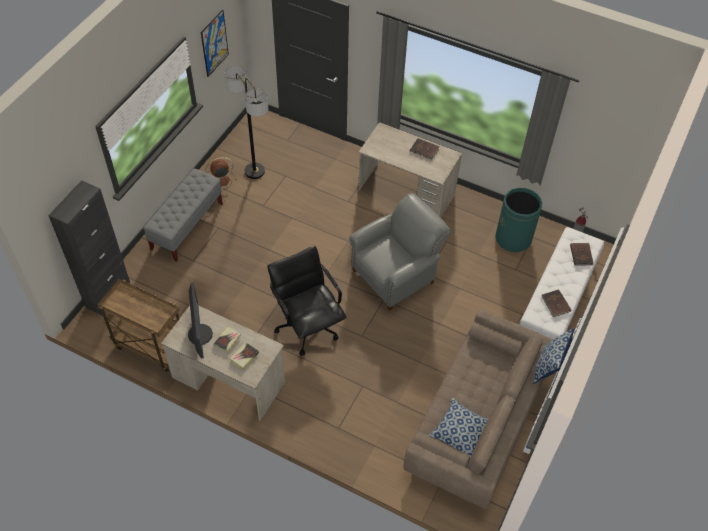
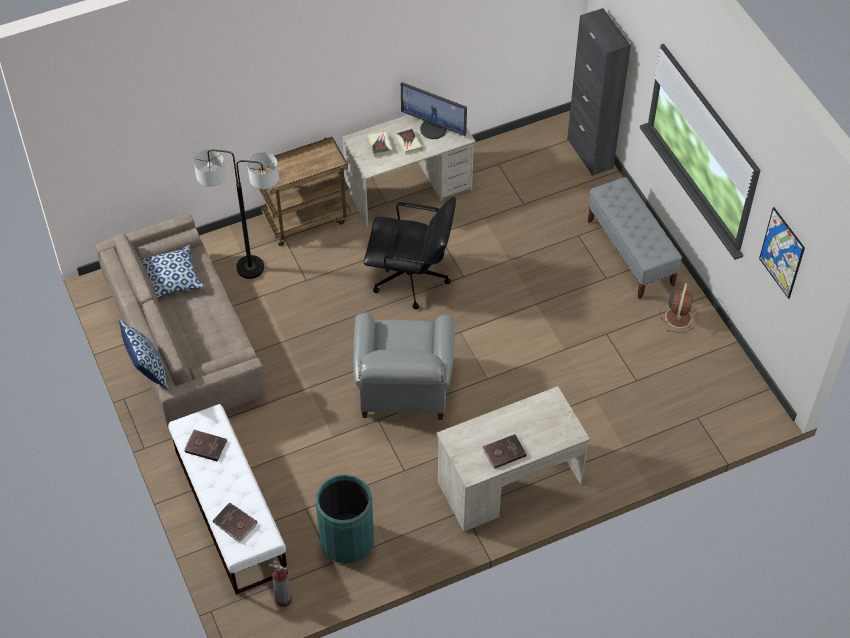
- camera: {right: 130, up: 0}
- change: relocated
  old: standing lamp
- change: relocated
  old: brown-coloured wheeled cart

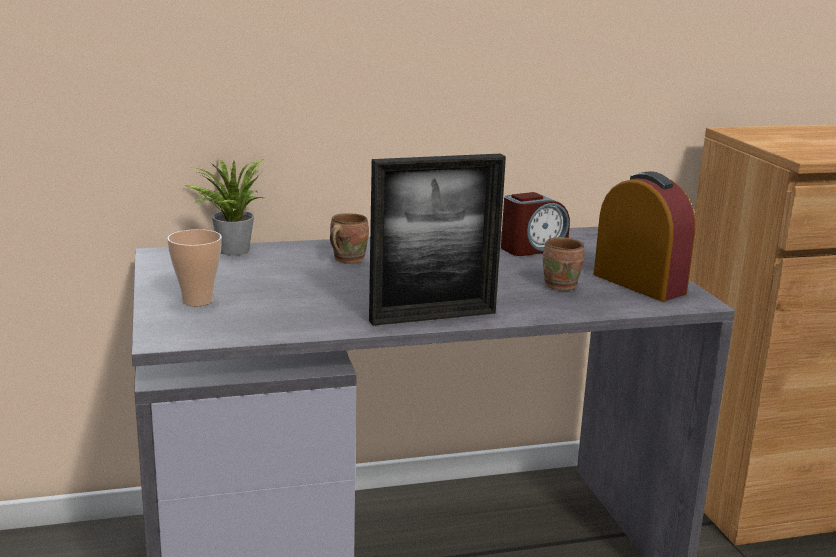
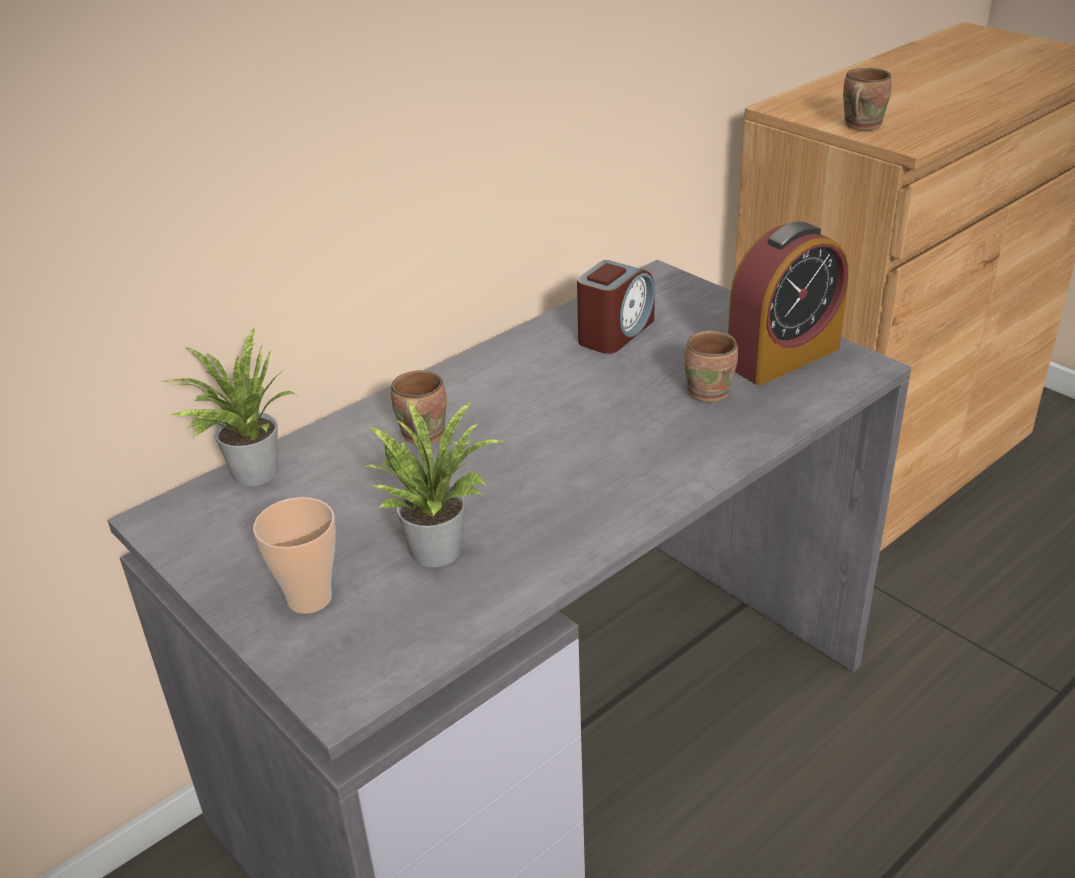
- camera: {right: -25, up: 15}
- change: appeared
  new: houseplant (no. 2 from left)
- change: spun
  old: table clock (no. 2 from left)
  degrees: 120
- change: appeared
  new: brown-coloured tea mug (no. 3 from left)
- change: missing
  old: photo frame

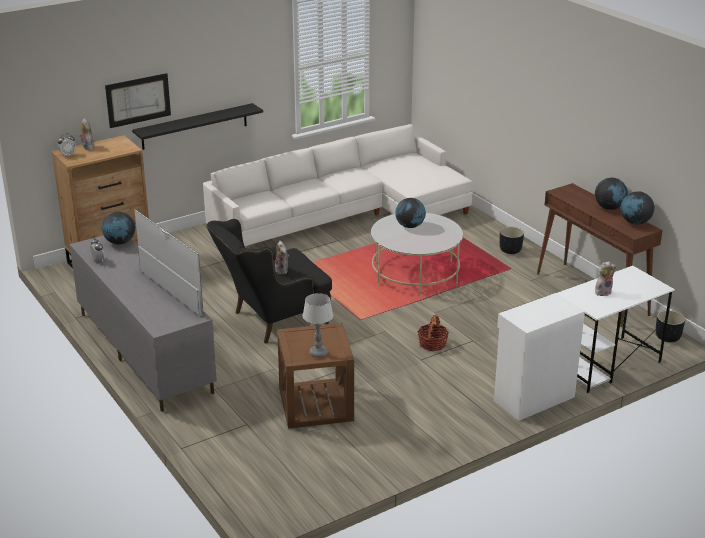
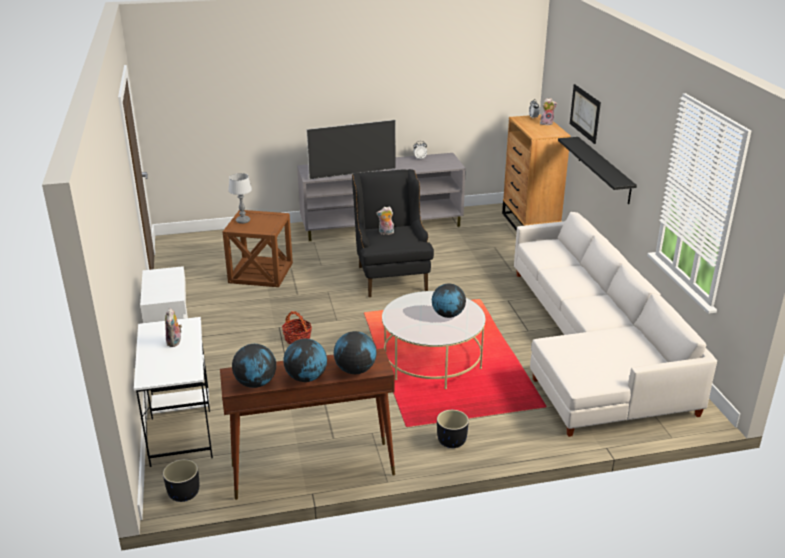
- camera: {right: 110, up: 0}
- change: relocated
  old: world globe (no. 1 from left in the first image)
  new: world globe (no. 3 from left)

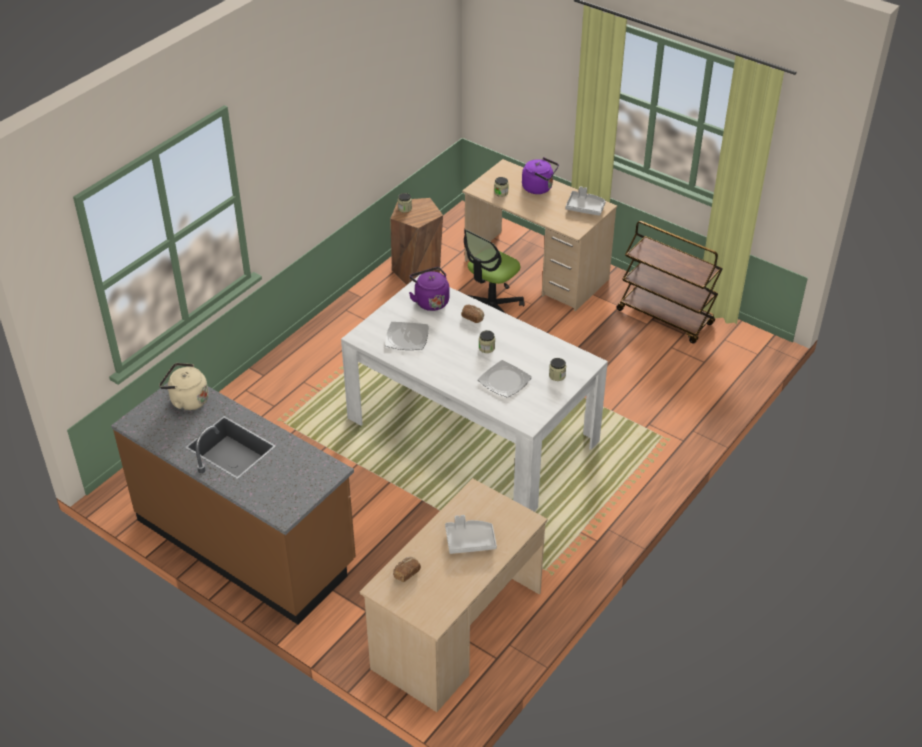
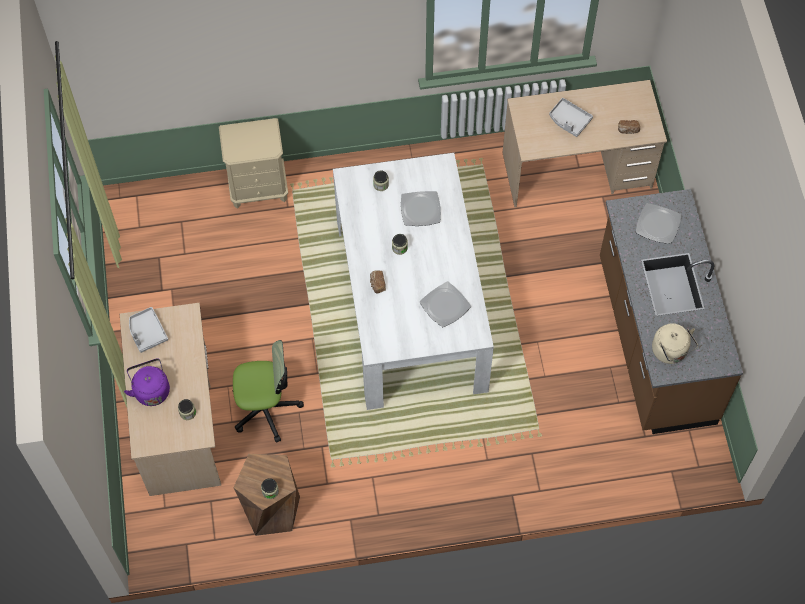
- camera: {right: -135, up: 20}
- change: appeared
  new: beige bedside table
- change: appeared
  new: flat dish (no. 3 from left)
- change: missing
  old: purplish kettle (no. 1 from left)
- change: missing
  old: brown-coloured wheeled cart

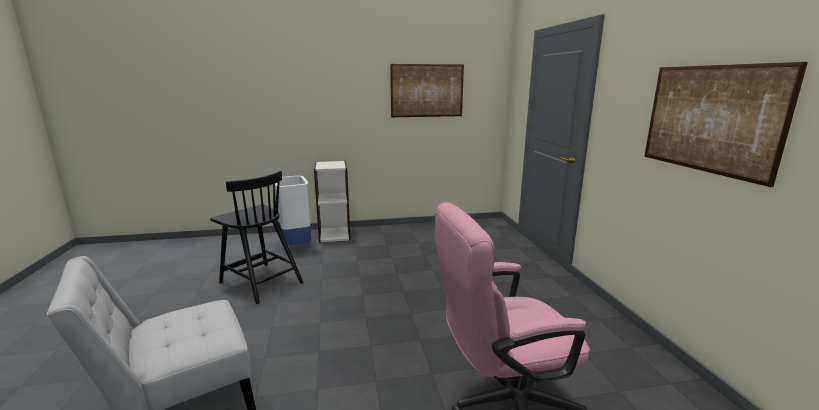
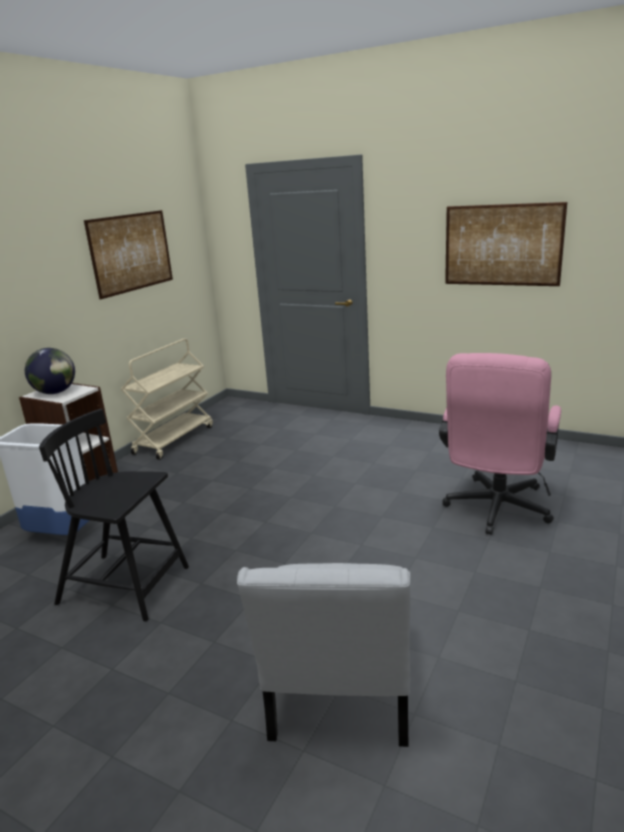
- camera: {right: -50, up: 5}
- change: appeared
  new: world globe
- change: spun
  old: black-coloured upright chair
  degrees: -150
- change: appeared
  new: beige wheeled cart

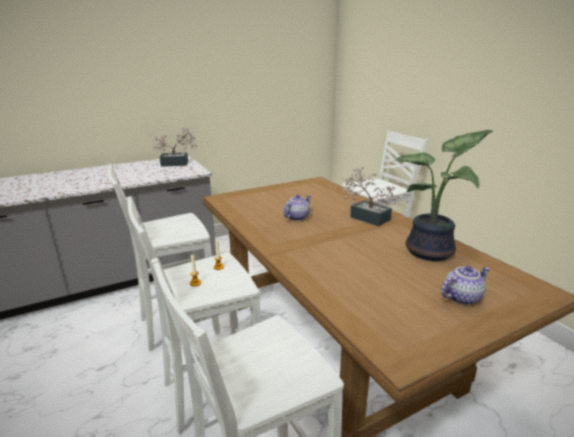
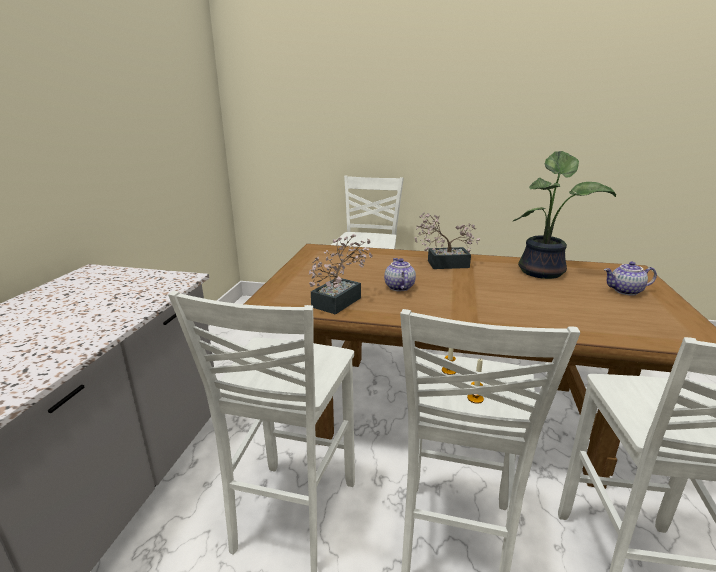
- camera: {right: -50, up: 0}
- change: relocated
  old: houseplant (no. 1 from left)
- change: spun
  old: tea pot (no. 2 from left)
  degrees: -105

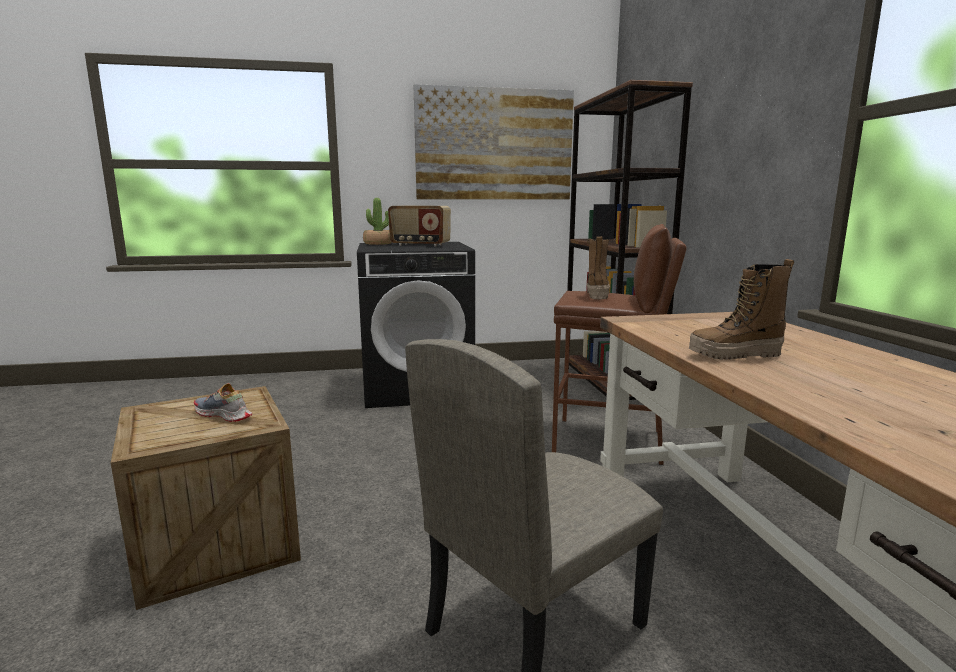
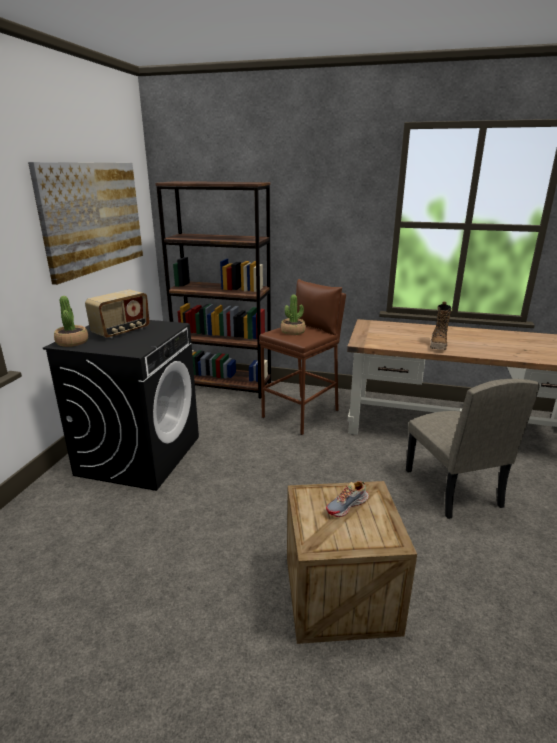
- camera: {right: -65, up: 10}
- change: exchanged
  old: high-top boot (no. 1 from left)
  new: houseplant (no. 2 from left)

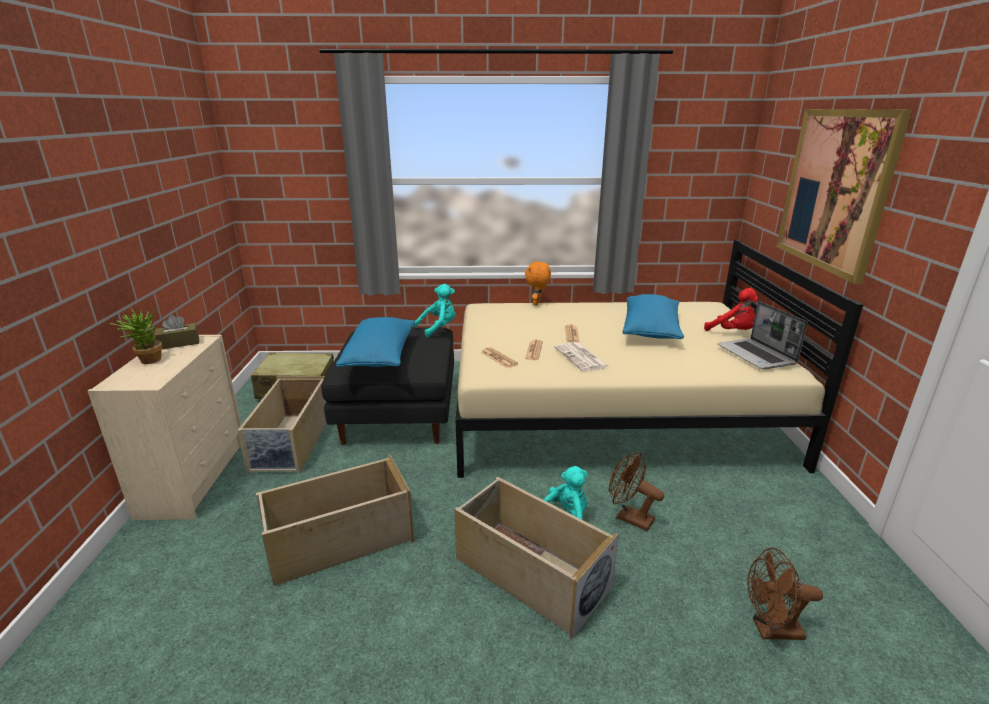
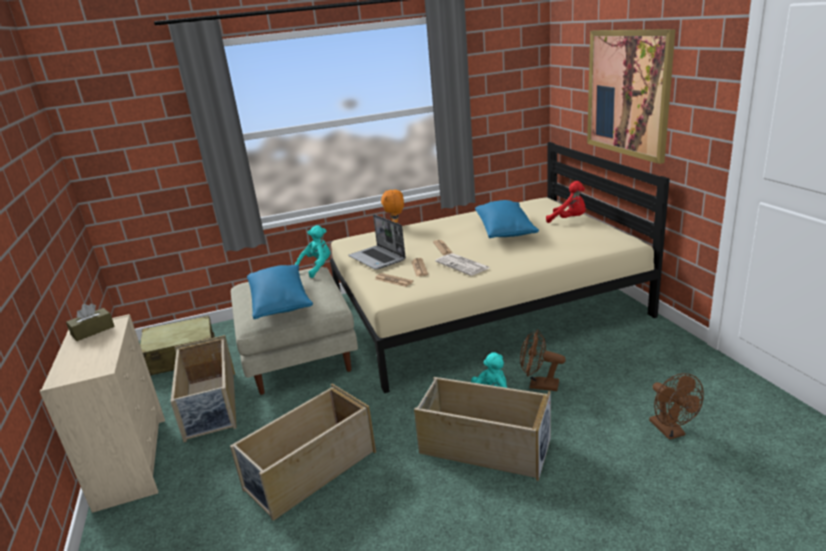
- camera: {right: -15, up: 0}
- change: colour
  old: black-coloured pouffe
  new: beige pouffe
- change: relocated
  old: laptop
- change: spun
  old: brown-coloured electric fan (no. 2 from left)
  degrees: -90
- change: missing
  old: houseplant

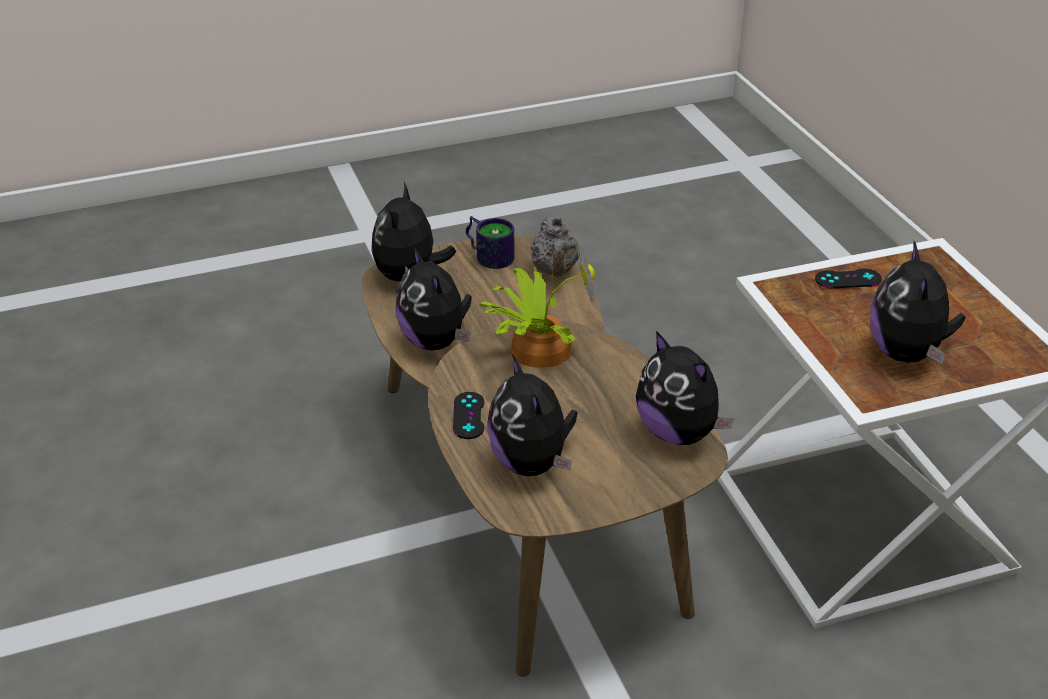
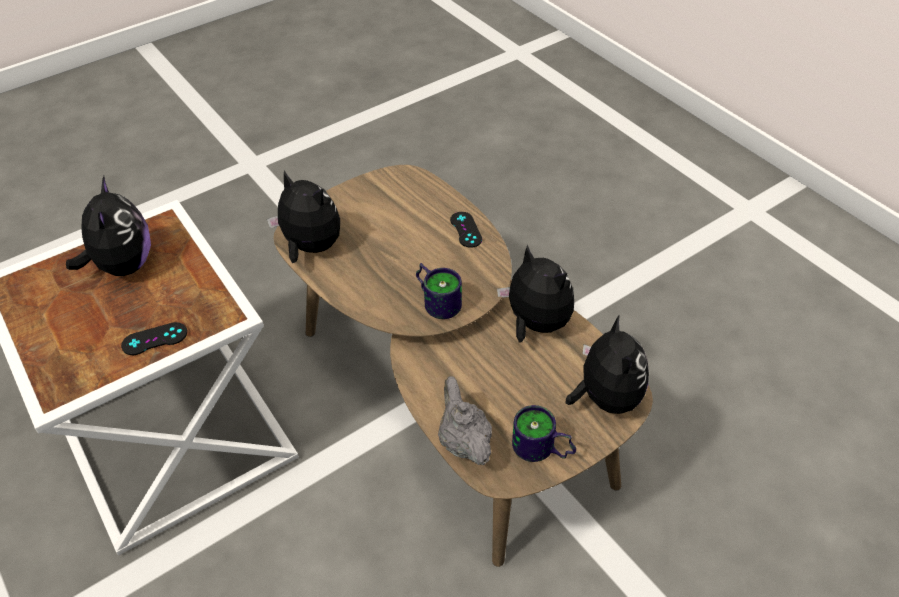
- camera: {right: 165, up: 10}
- change: exchanged
  old: houseplant
  new: tea mug (no. 1 from left)
- change: missing
  old: cuddly toy (no. 3 from left)

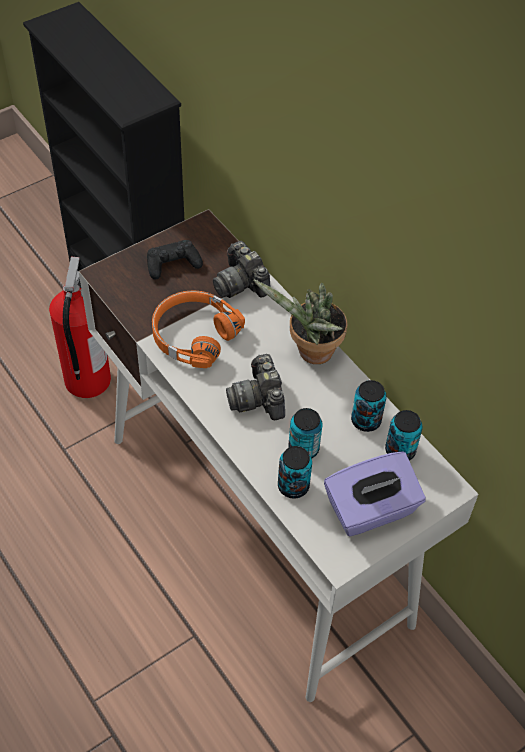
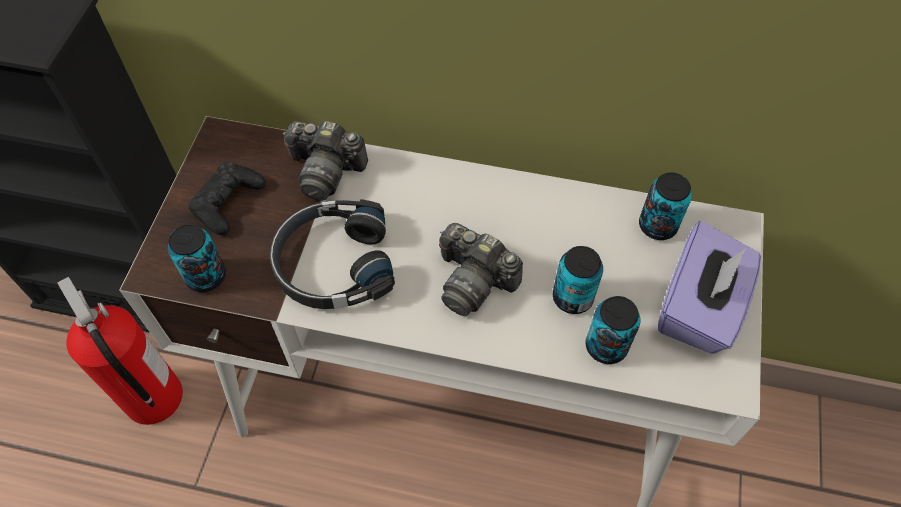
- camera: {right: -40, up: 5}
- change: relocated
  old: metal can (no. 3 from left in the first image)
  new: metal can (no. 1 from left)
- change: colour
  old: orangey headphones
  new: black-coloured headphones
- change: missing
  old: houseplant

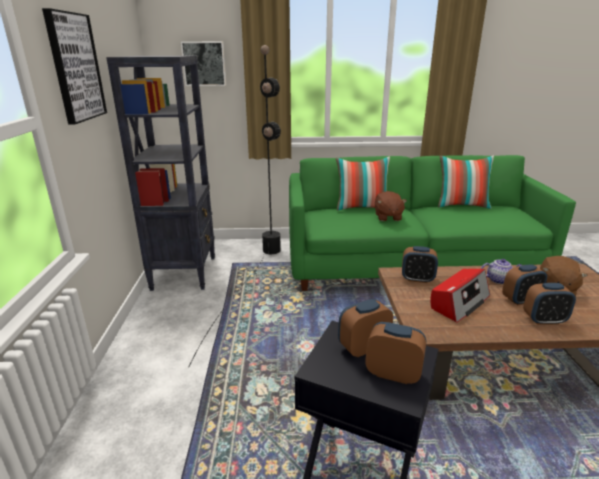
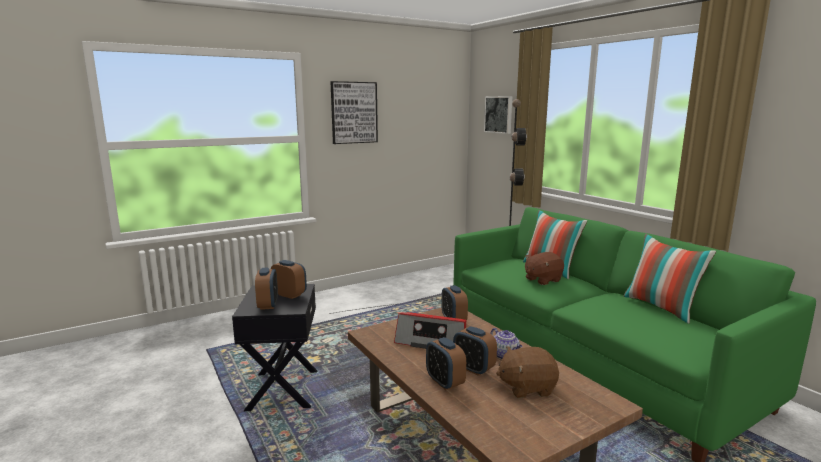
- camera: {right: 60, up: -10}
- change: missing
  old: black-coloured bookshelf

